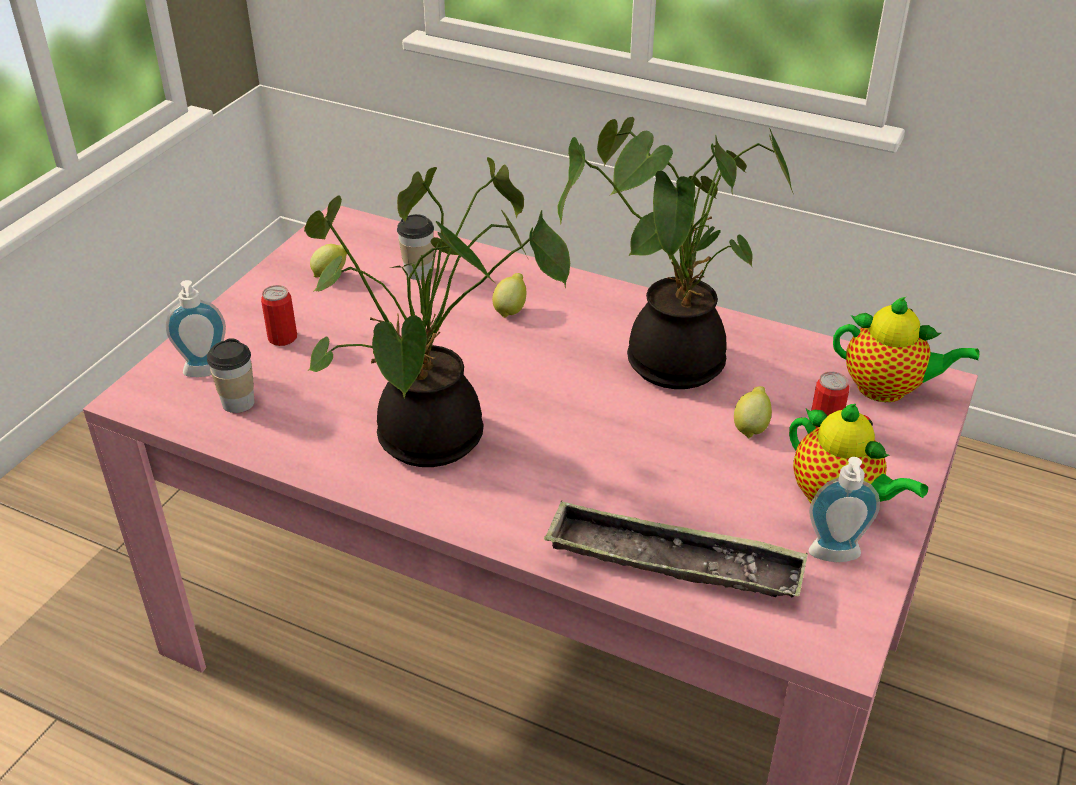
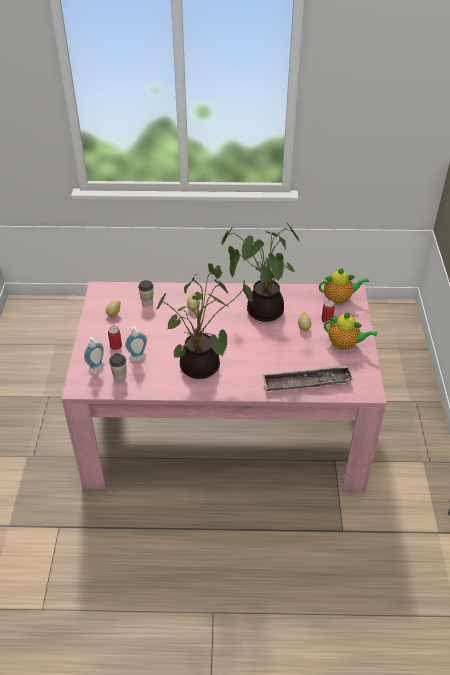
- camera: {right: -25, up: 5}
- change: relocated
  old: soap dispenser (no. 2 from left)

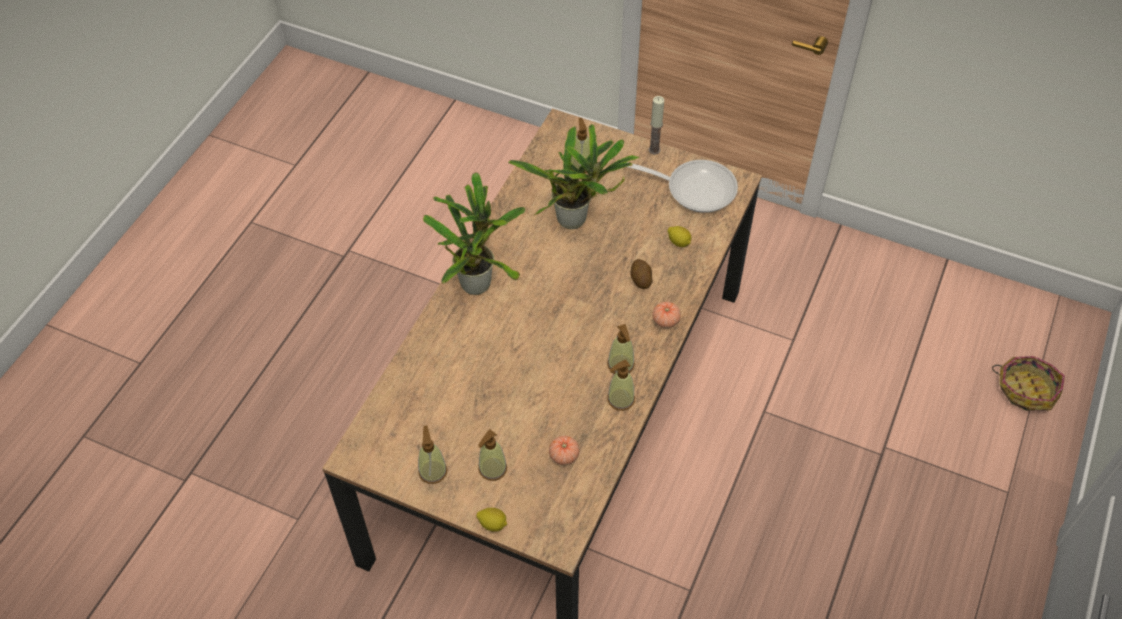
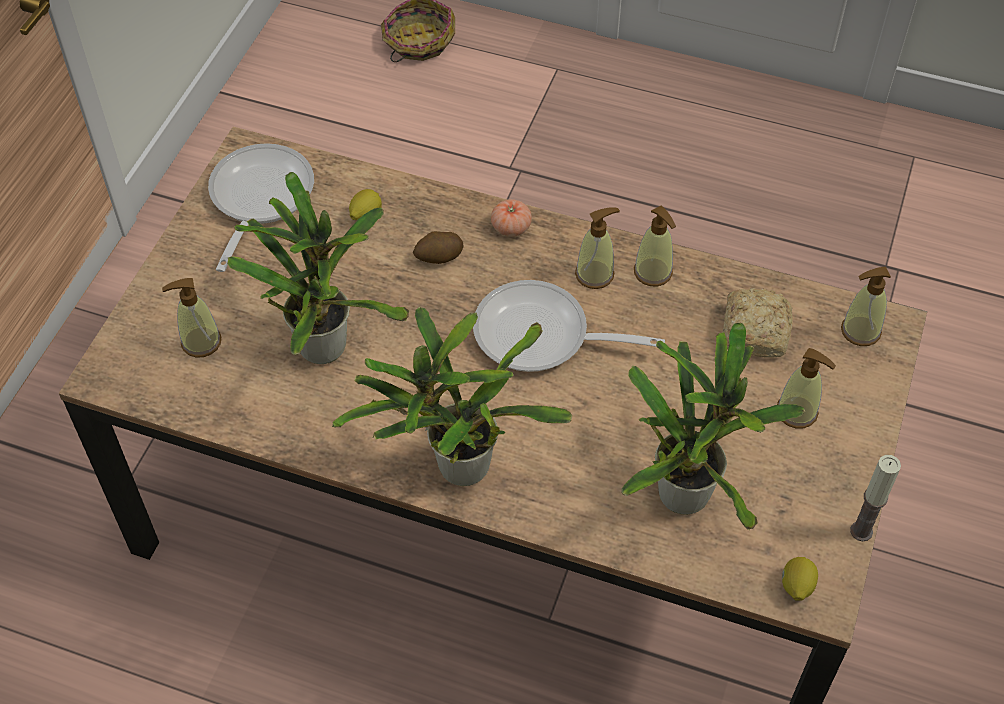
- camera: {right: -95, up: 0}
- change: appeared
  new: frying pan (no. 2 from left)
- change: appeared
  new: houseplant (no. 3 from left)
- change: exchanged
  old: tomato (no. 1 from left)
  new: baked bread
- change: relocated
  old: whole lemon (no. 1 from left in the first image)
  new: whole lemon (no. 2 from left)
- change: relocated
  old: soap dispenser (no. 1 from left in the first image)
  new: soap dispenser (no. 5 from left)
- change: relocated
  old: candle

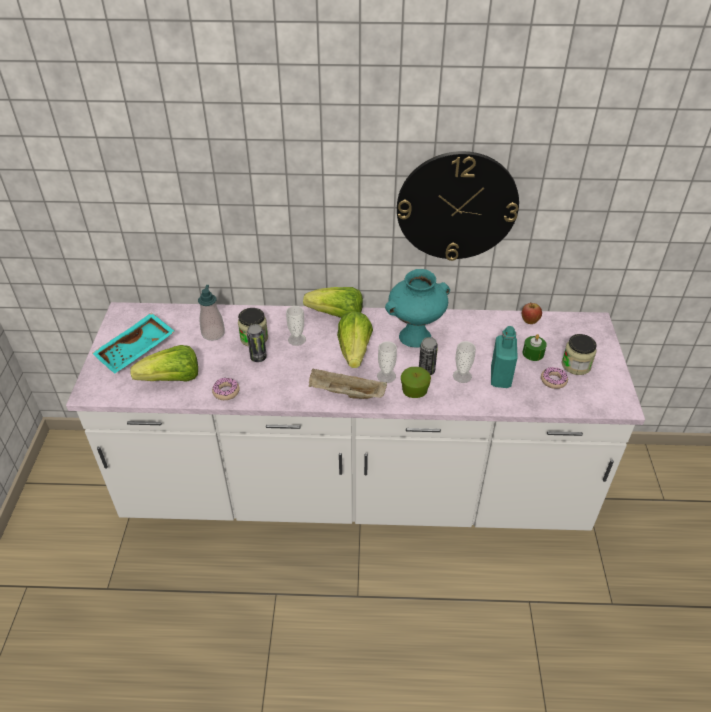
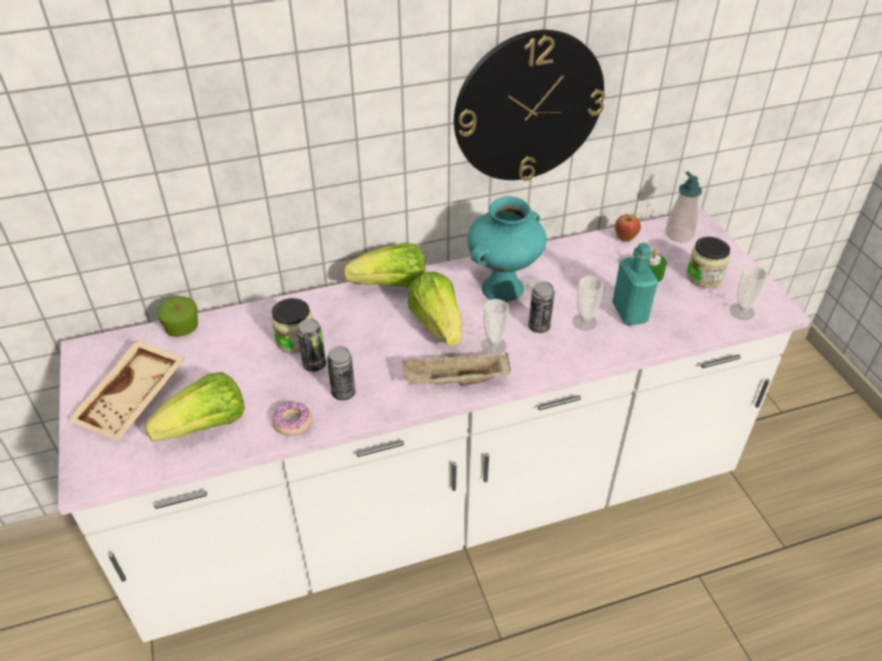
- camera: {right: -20, up: 0}
- change: colour
  old: turquoise tray
  new: beige tray (no. 1 from left)
- change: relocated
  old: whole apple (no. 1 from left)
- change: appeared
  new: metal can (no. 2 from left)
- change: relocated
  old: soap dispenser
- change: relocated
  old: drinking cup (no. 1 from left in the first image)
  new: drinking cup (no. 3 from left)
- change: missing
  old: doughnut (no. 2 from left)

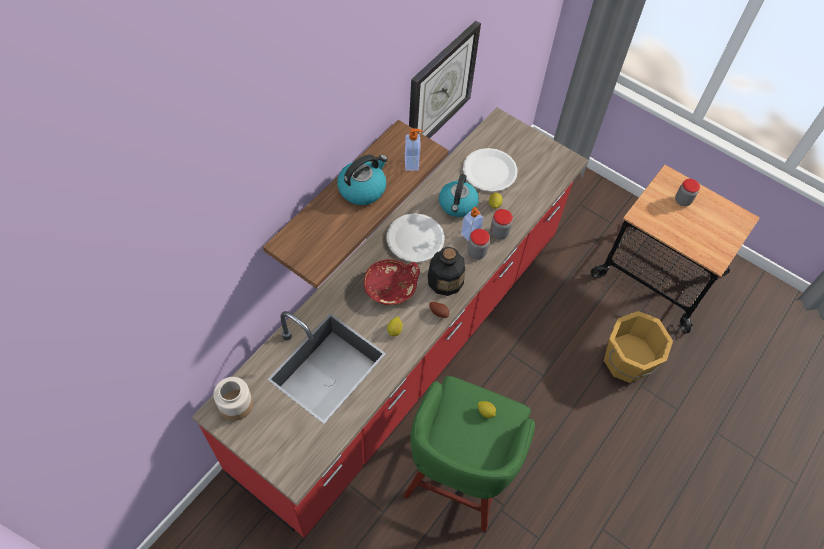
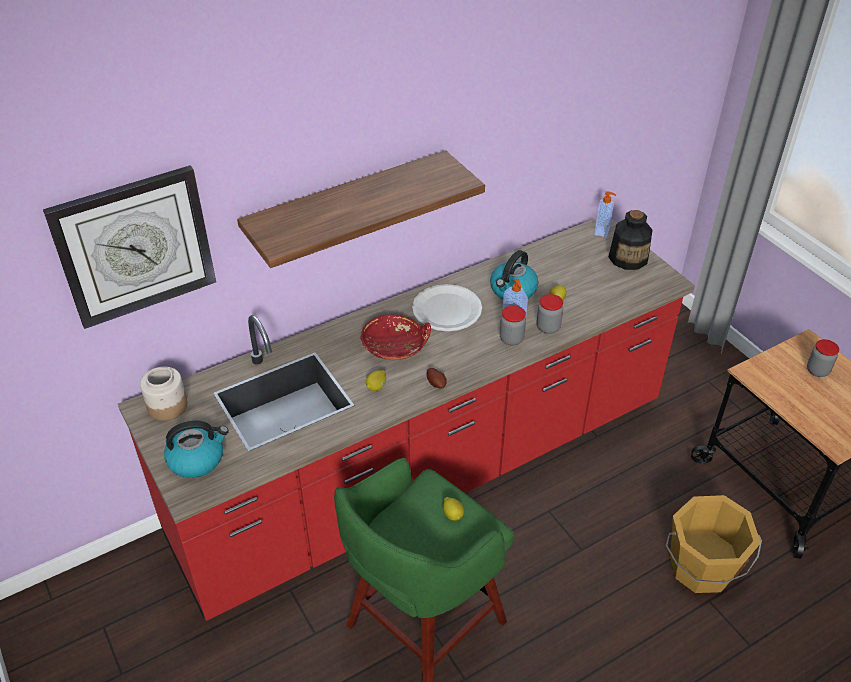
- camera: {right: 25, up: -15}
- change: relocated
  old: hanging clock
- change: relocated
  old: kettle (no. 1 from left)
- change: relocated
  old: soap dispenser (no. 1 from left in the first image)
  new: soap dispenser (no. 2 from left)
- change: relocated
  old: bottle
- change: missing
  old: white-coloured flat dish (no. 2 from left)

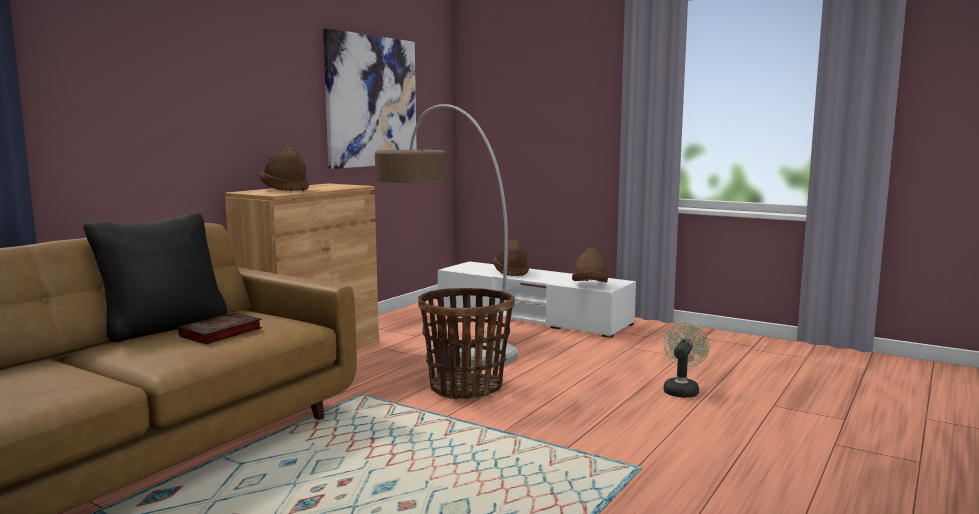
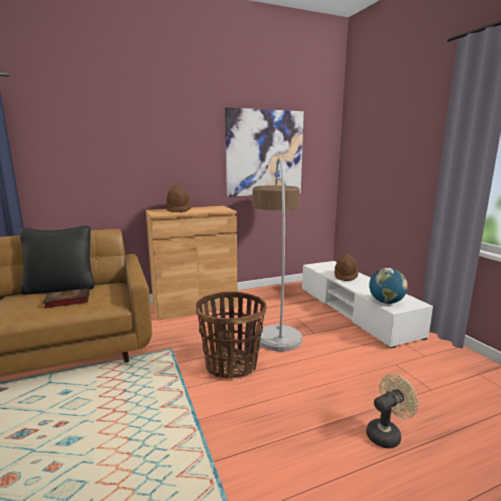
- camera: {right: 35, up: 5}
- change: exchanged
  old: brown-coloured hat (no. 3 from left)
  new: world globe

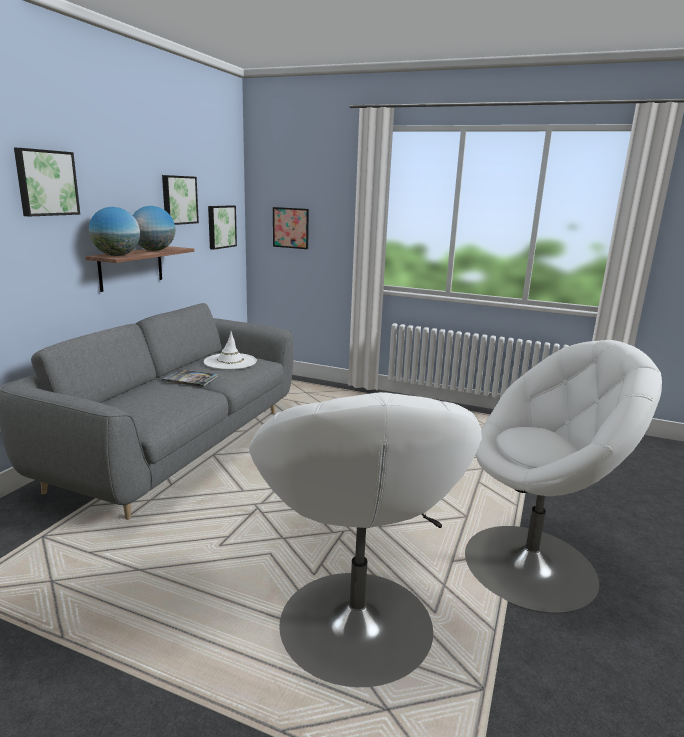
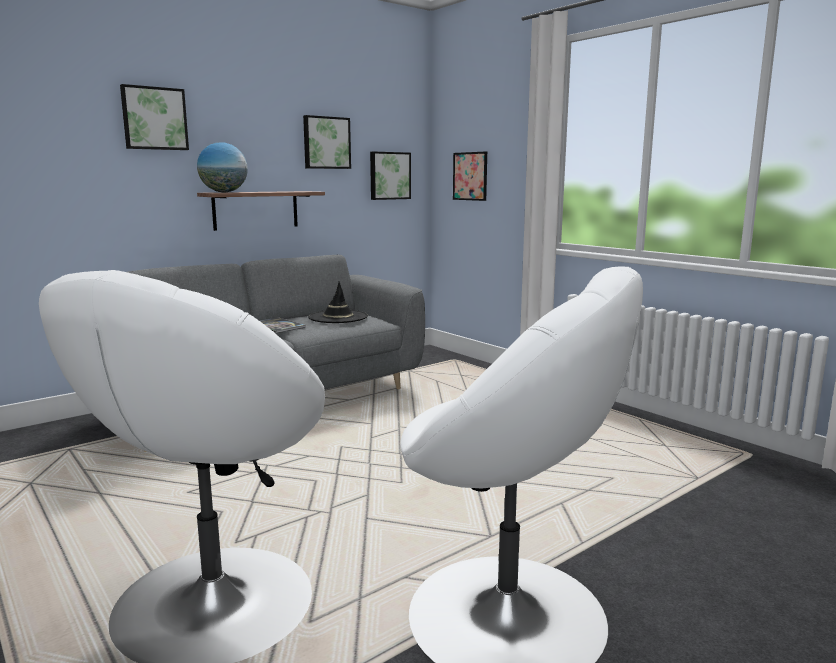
- camera: {right: 30, up: -5}
- change: colour
  old: white-coloured hat
  new: black-coloured hat
- change: missing
  old: world globe (no. 2 from left)

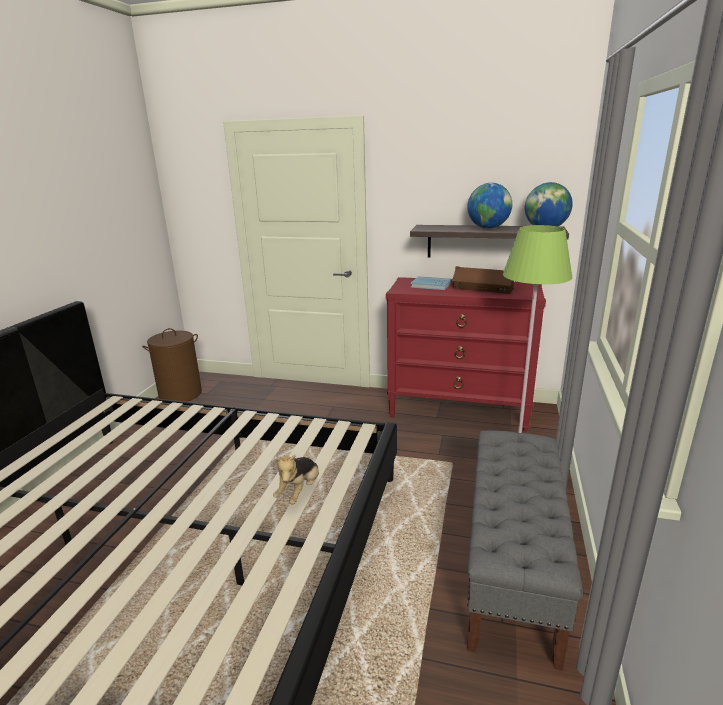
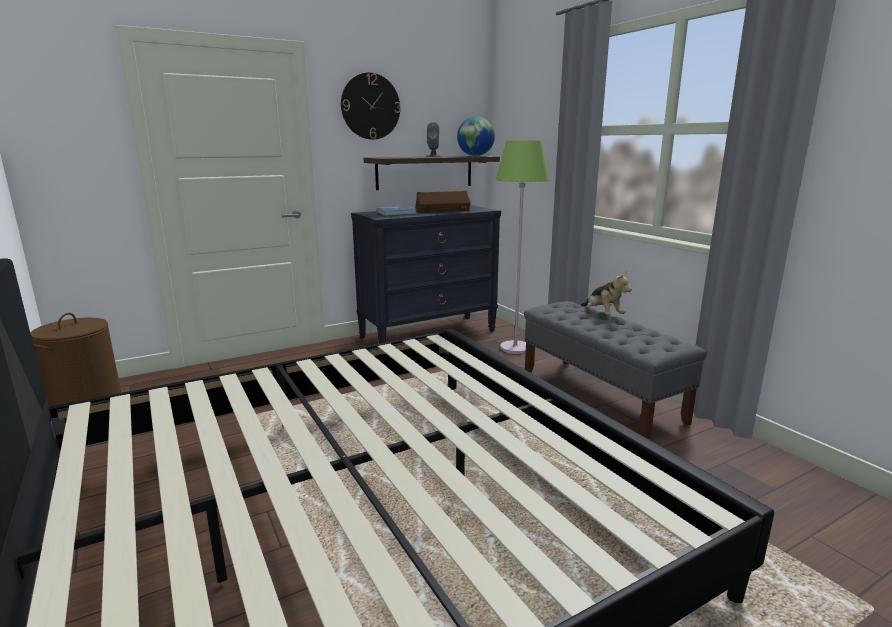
- camera: {right: -45, up: -5}
- change: appeared
  new: hanging clock
- change: colour
  old: reddish chest of drawers
  new: black-coloured chest of drawers
- change: exchanged
  old: world globe (no. 1 from left)
  new: greyish loudspeaker
- change: relocated
  old: cuddly toy

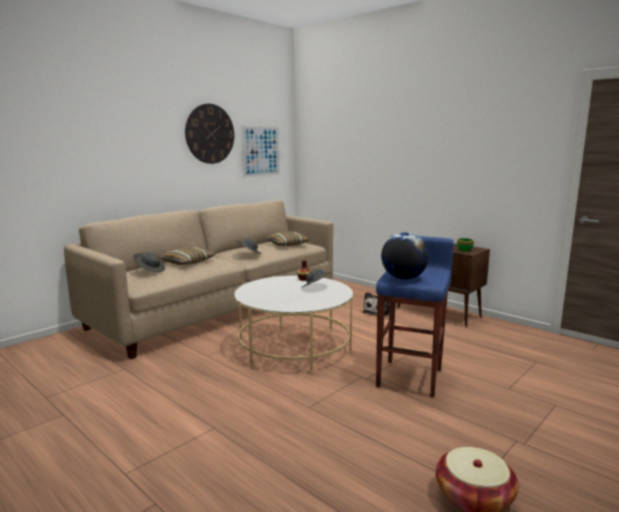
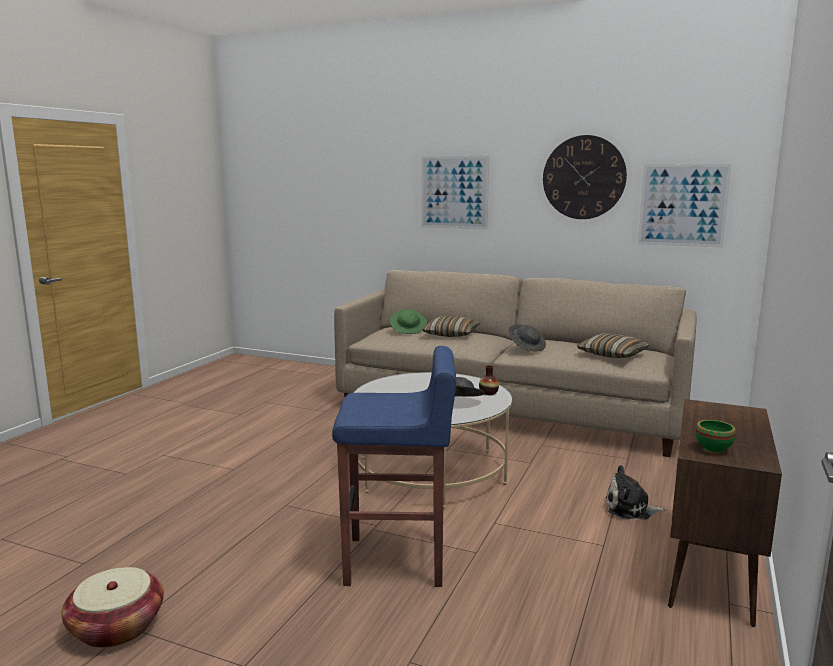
- camera: {right: 70, up: 0}
- change: colour
  old: greyish hat (no. 1 from left)
  new: green-coloured hat
- change: appeared
  new: wall art (no. 1 from left)
- change: missing
  old: world globe

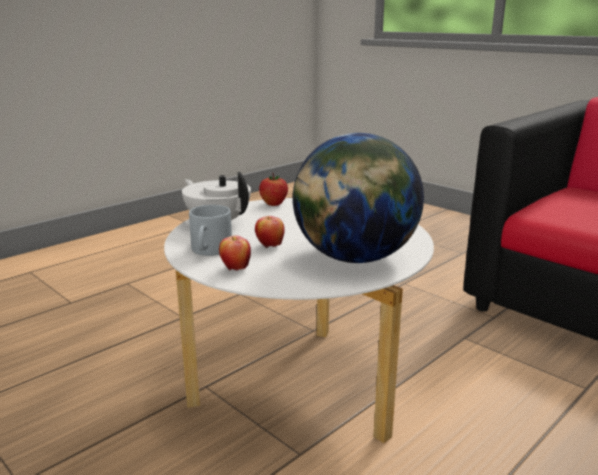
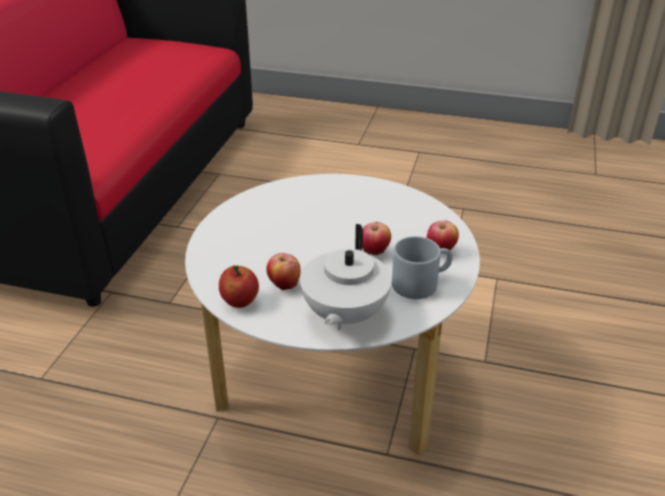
- camera: {right: -120, up: 15}
- change: appeared
  new: whole apple (no. 2 from left)
- change: missing
  old: world globe

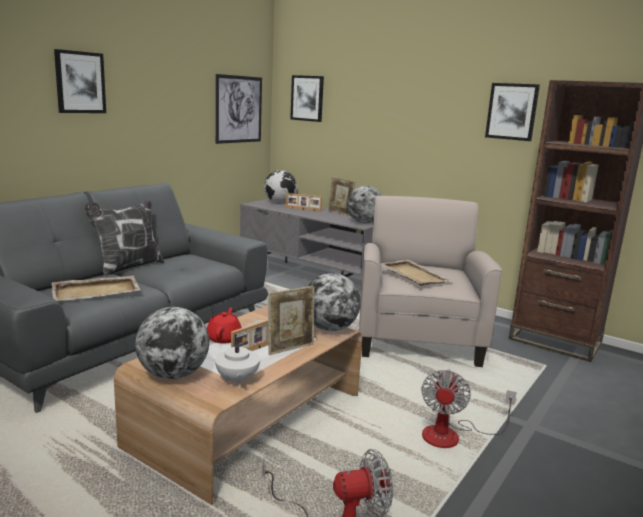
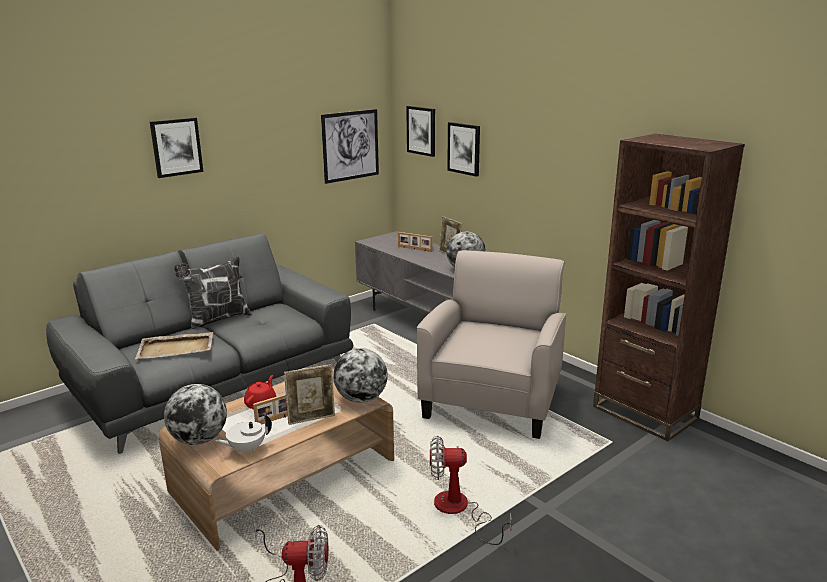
- camera: {right: 15, up: 5}
- change: spun
  old: white-coloured tea pot
  degrees: 60
- change: spun
  old: electric fan (no. 2 from left)
  degrees: 60
- change: relocated
  old: wall art (no. 4 from left)
- change: missing
  old: world globe (no. 2 from left)
- change: missing
  old: beige tray (no. 2 from left)

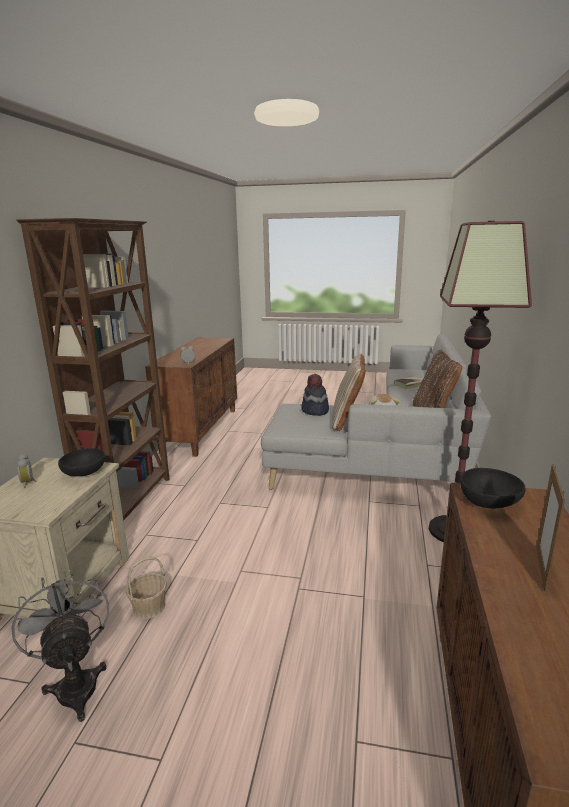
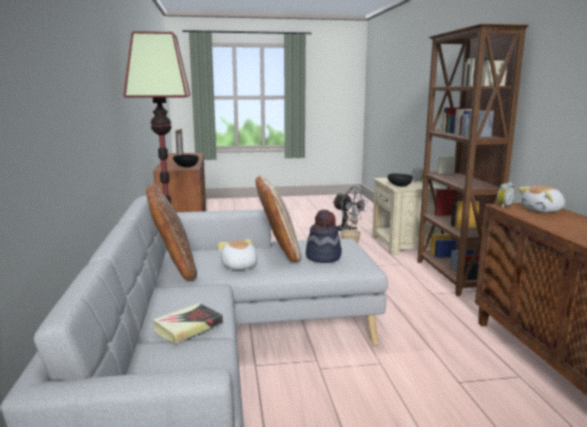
- camera: {right: 160, up: -5}
- change: appeared
  new: cuddly toy (no. 2 from left)

